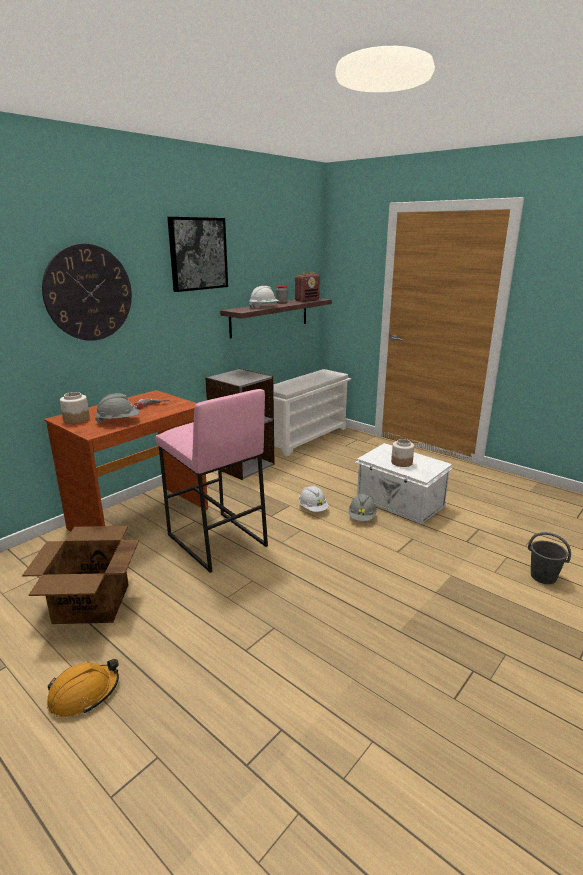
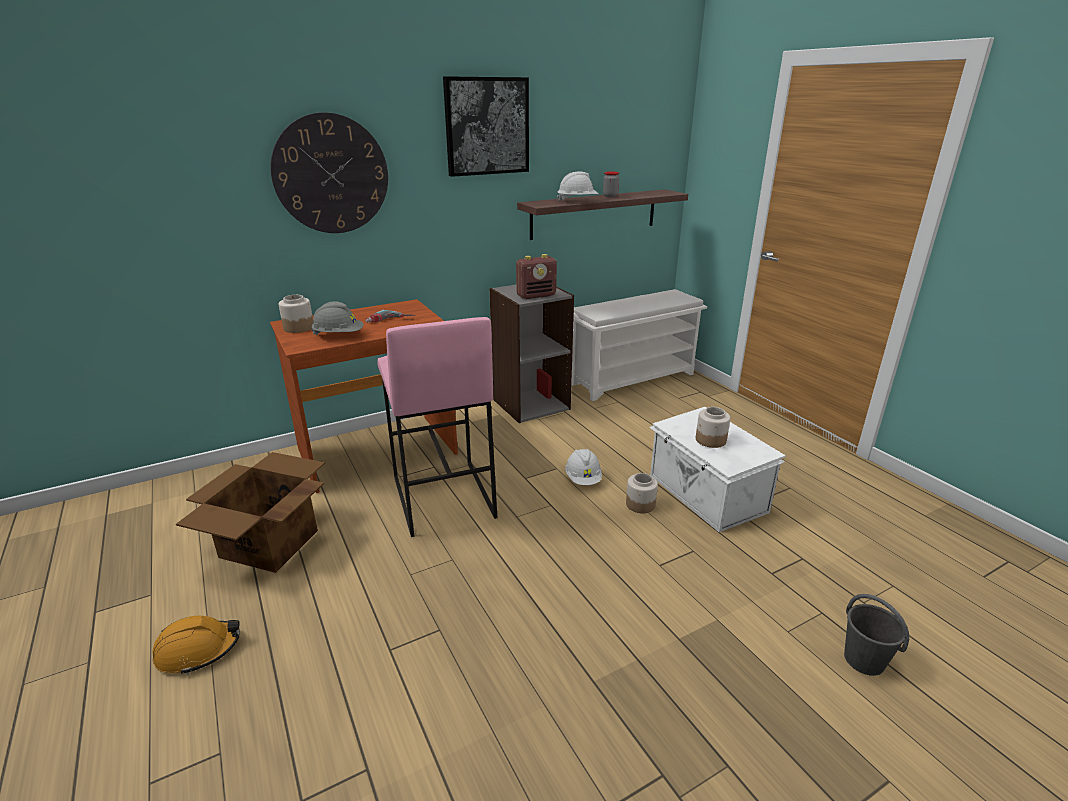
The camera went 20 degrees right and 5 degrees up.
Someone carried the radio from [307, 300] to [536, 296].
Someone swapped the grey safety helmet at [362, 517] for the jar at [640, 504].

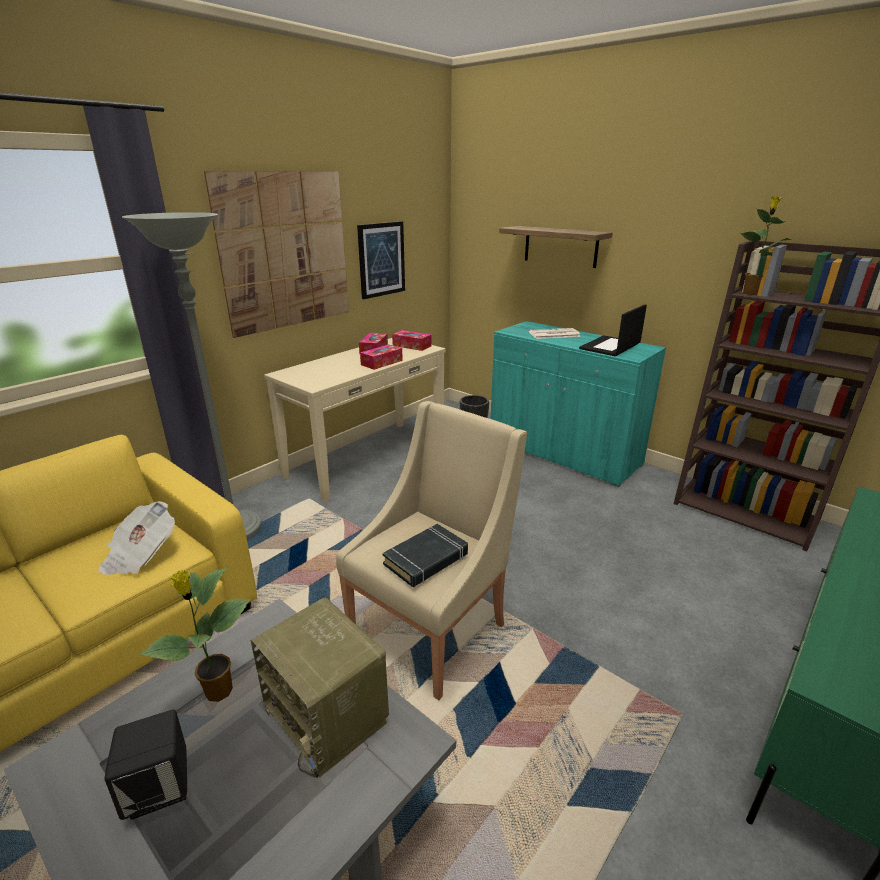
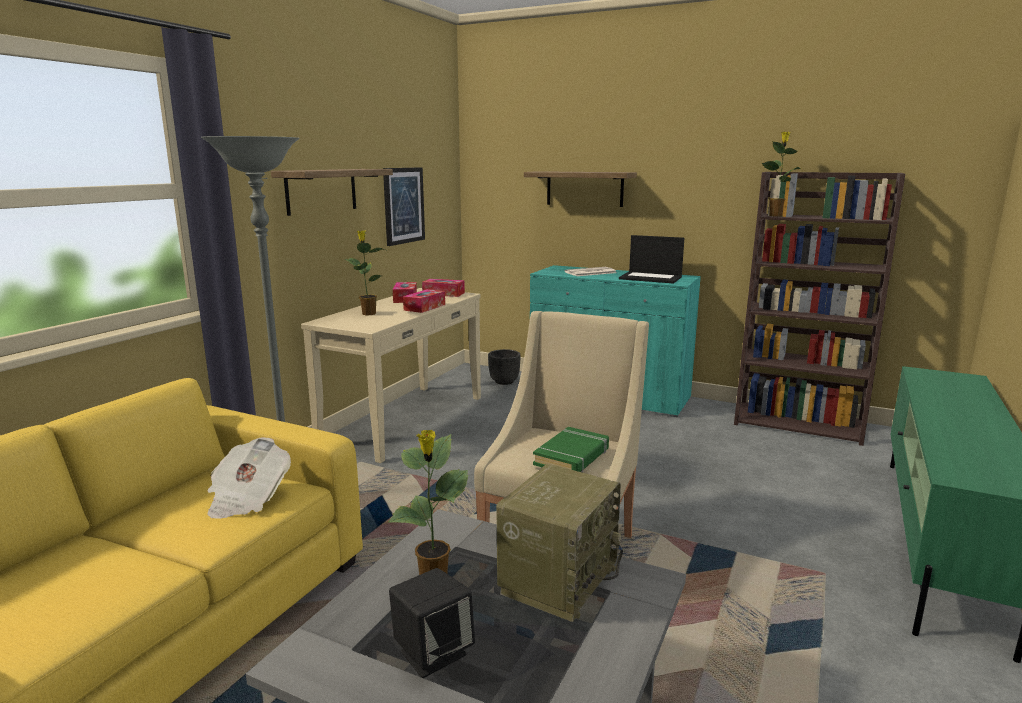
The camera went 15 degrees left and 10 degrees down.
Someone put down the plant in a pot at [368, 313].
Someone swapped the picture at [286, 251] for the bracket shelf at [321, 191].
Someone repainted the black volume at [426, 559], which became the green volume at [572, 457].
Someone rotated the radio at [328, 716] by 90 degrees counterclockwise.
Someone rotated the laptop at [610, 347] by 90 degrees counterclockwise.

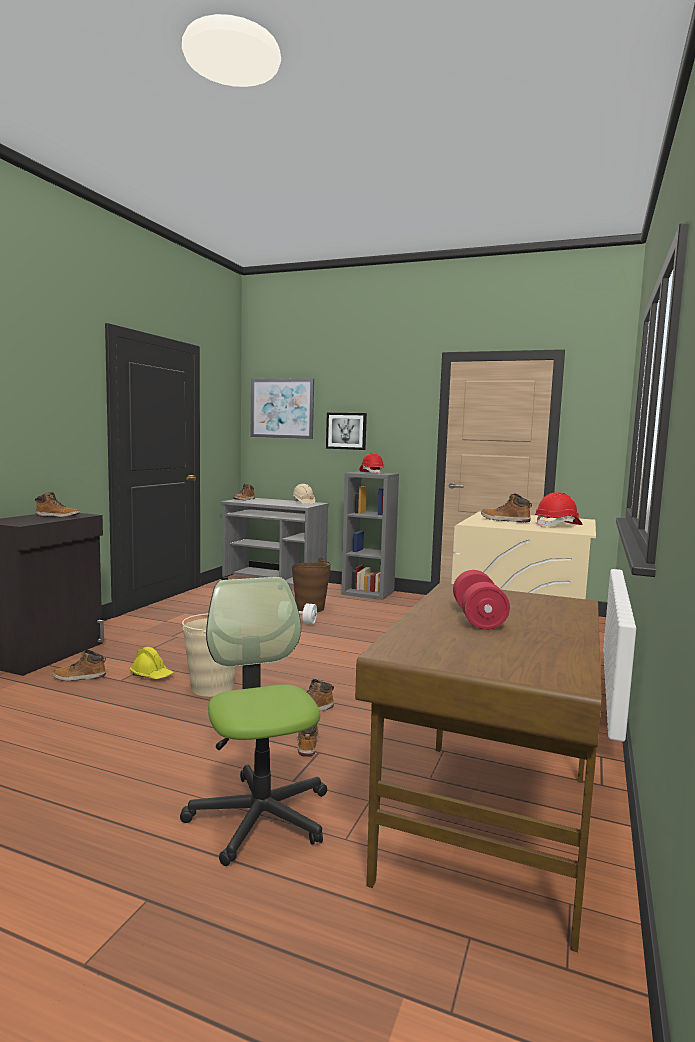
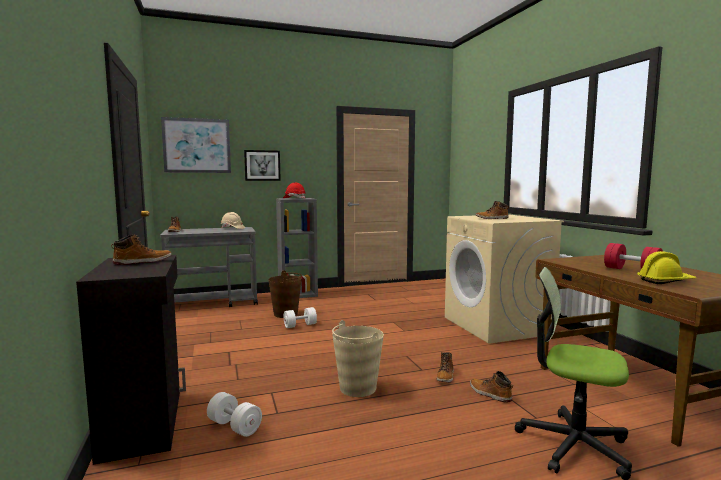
The camera went 40 degrees left and 0 degrees up.
Someone took away the red-coloured safety helmet at [558, 525].
Someone carried the yellow-coloured safety helmet from [152, 675] to [665, 281].
Someone swapped the boot at [79, 677] for the white dumbbell at [234, 426].

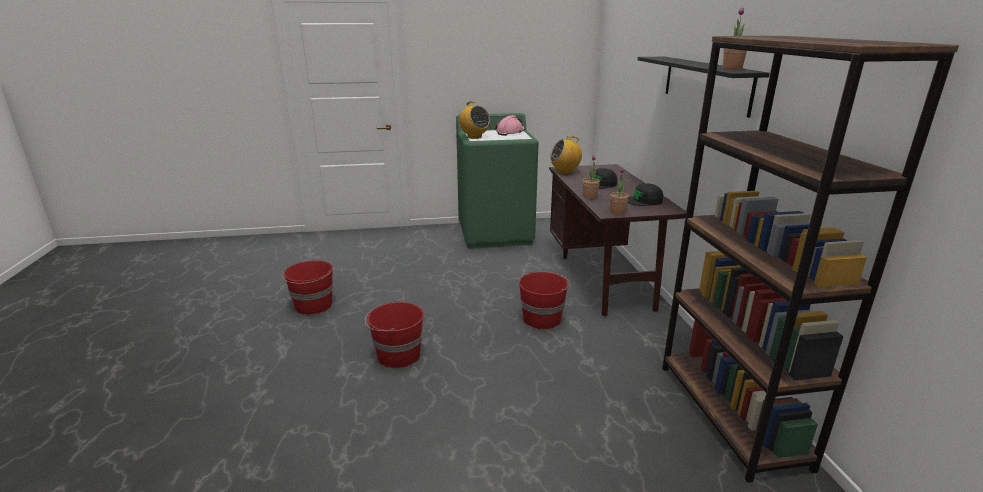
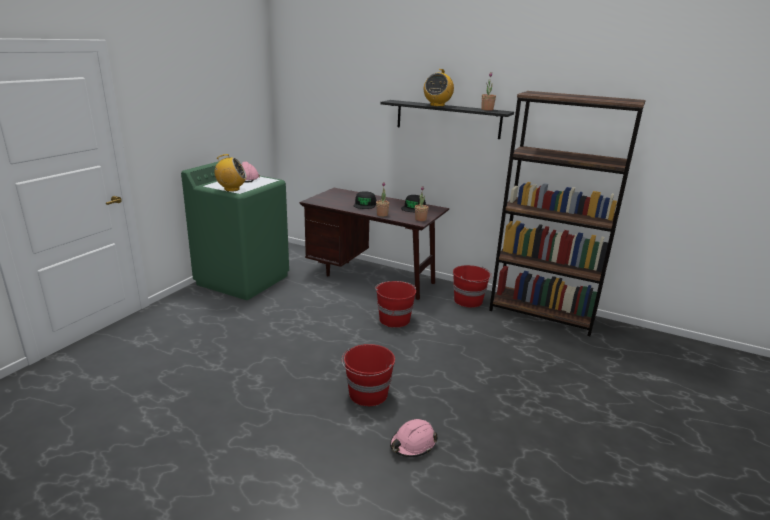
The camera went 55 degrees left and 0 degrees up.
Someone put down the pinkish safety helmet at [412, 444].
Someone carried the red-coloured water bucket from [313, 306] to [469, 301].
Someone carried the radio from [565, 172] to [437, 105].

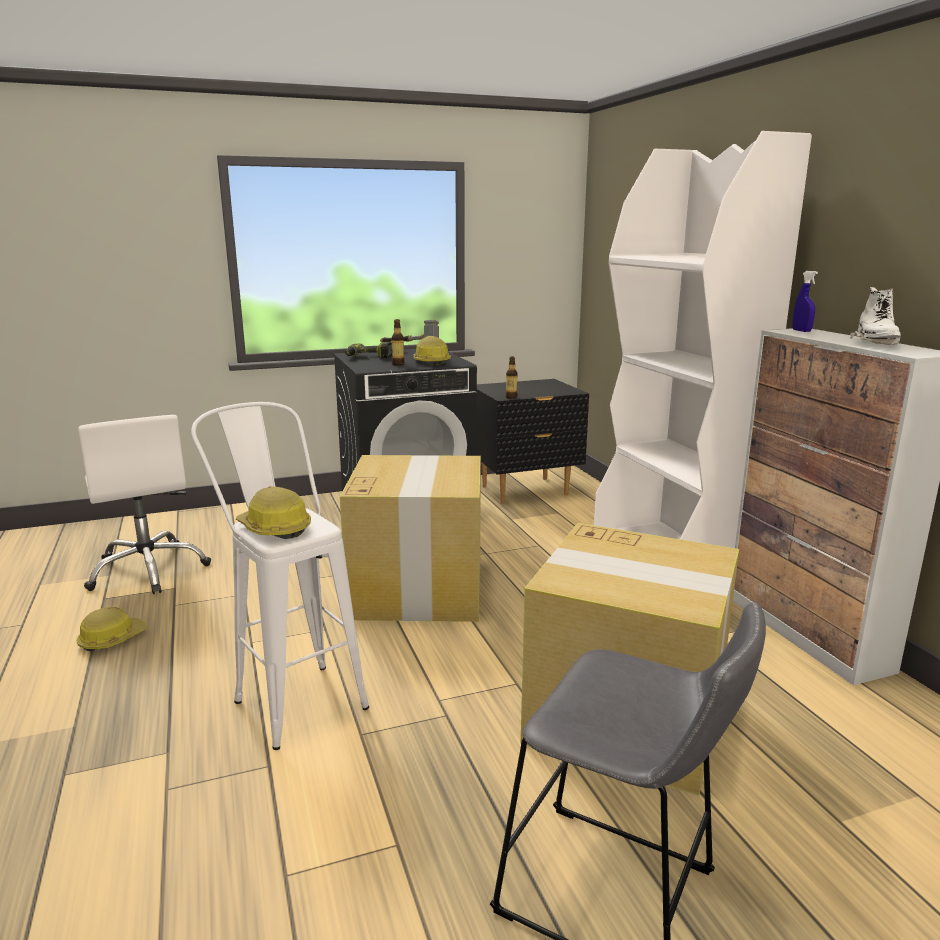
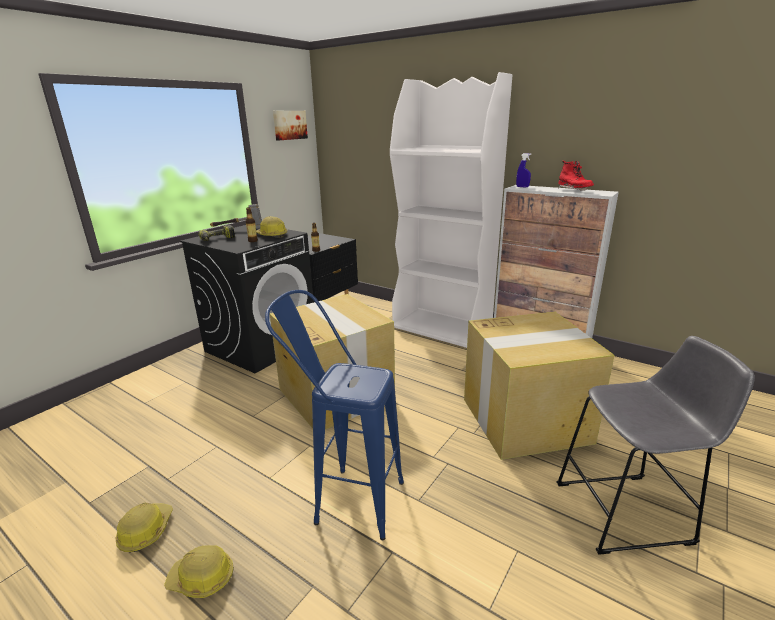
The camera went 35 degrees left and 5 degrees up.
Someone took away the white desk chair at [149, 570].
Someone put up the picture at [289, 125].
Someone carried the safety helmet from [274, 529] to [202, 578].
Someone repainted the white stool at [292, 695], which became the blue stool at [346, 499].
Someone repainted the white boot at [875, 344], which became the red-coloured boot at [574, 190].

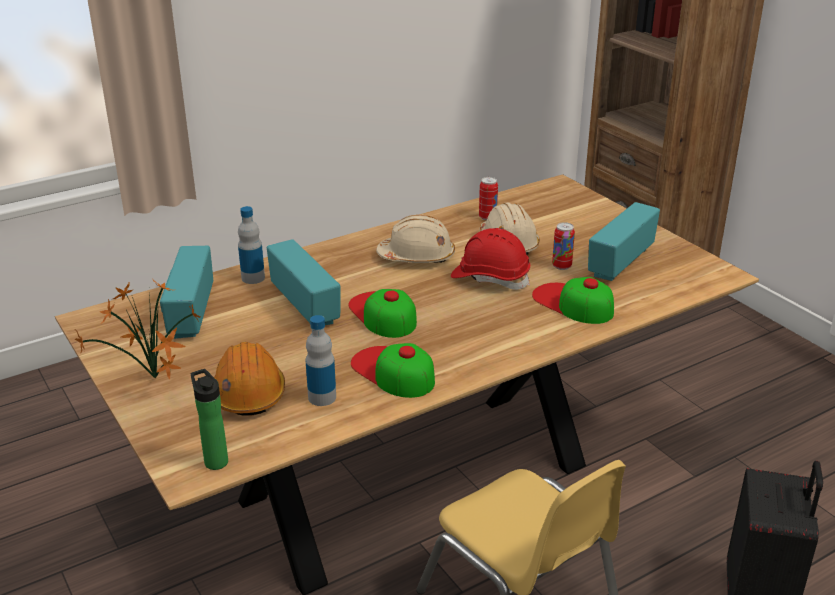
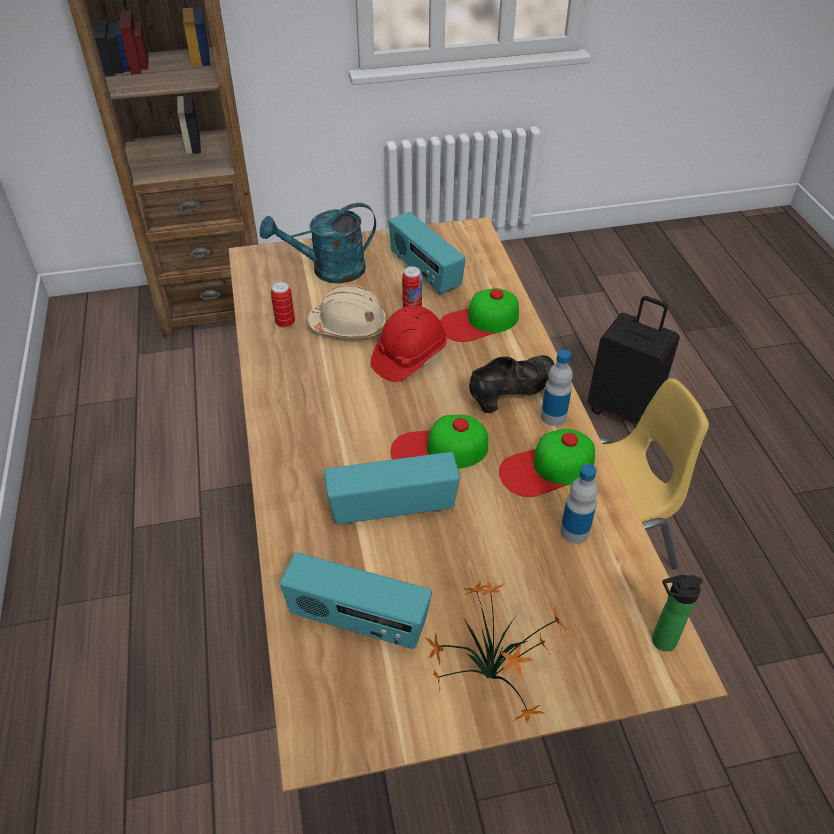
The camera went 70 degrees left and 15 degrees up.
Someone took away the orangey safety helmet at [249, 393].
Someone took away the beige-coloured safety helmet at [417, 257].
Someone put down the blue-green watering pot at [329, 270].
Someone put down the black shoe at [512, 394].
Someone carried the beverage bottle from [253, 278] to [553, 417].

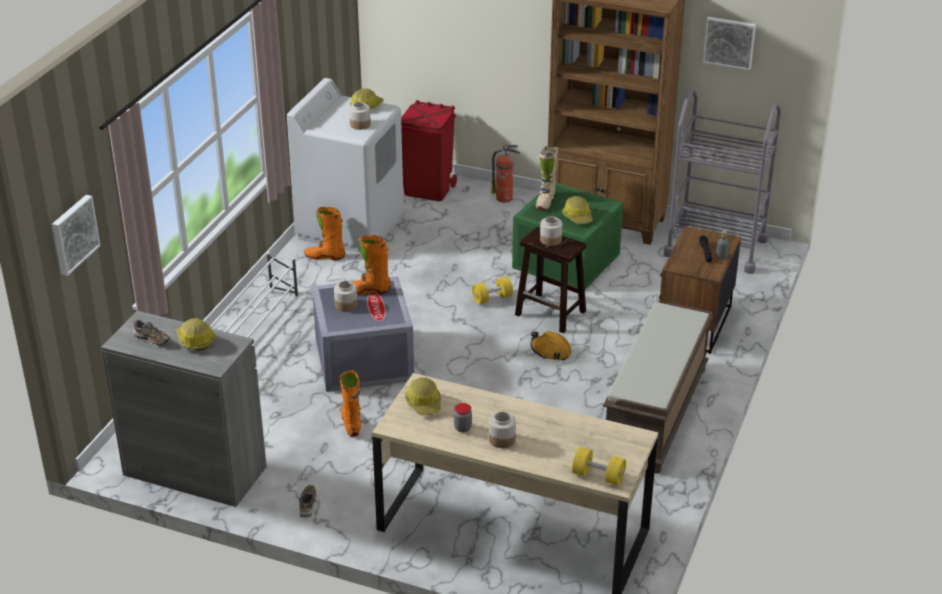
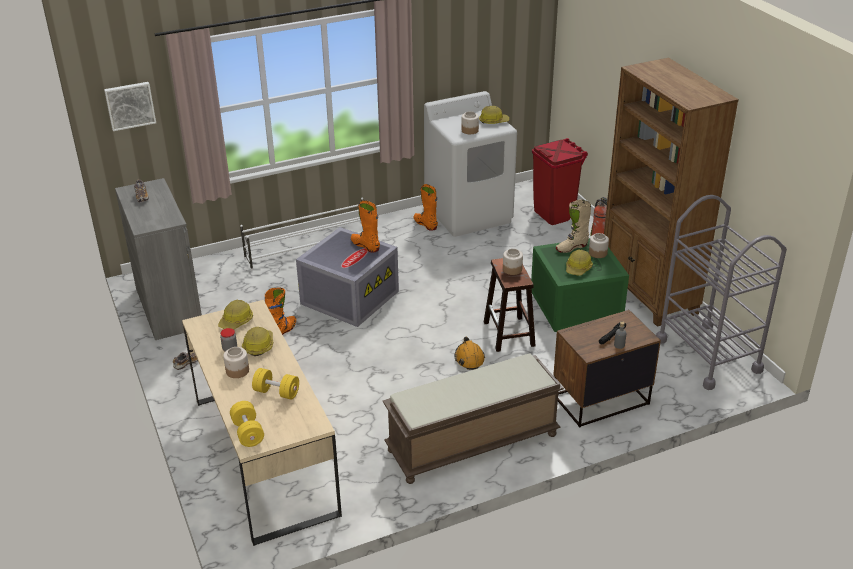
The camera went 45 degrees right and 0 degrees up.
Someone took away the picture at [729, 42].
Someone carried the safety helmet from [195, 340] to [258, 345].
Someone carried the jar from [346, 305] to [597, 253].
Someone carried the yellow-coloured dumbbell from [492, 298] to [276, 392].

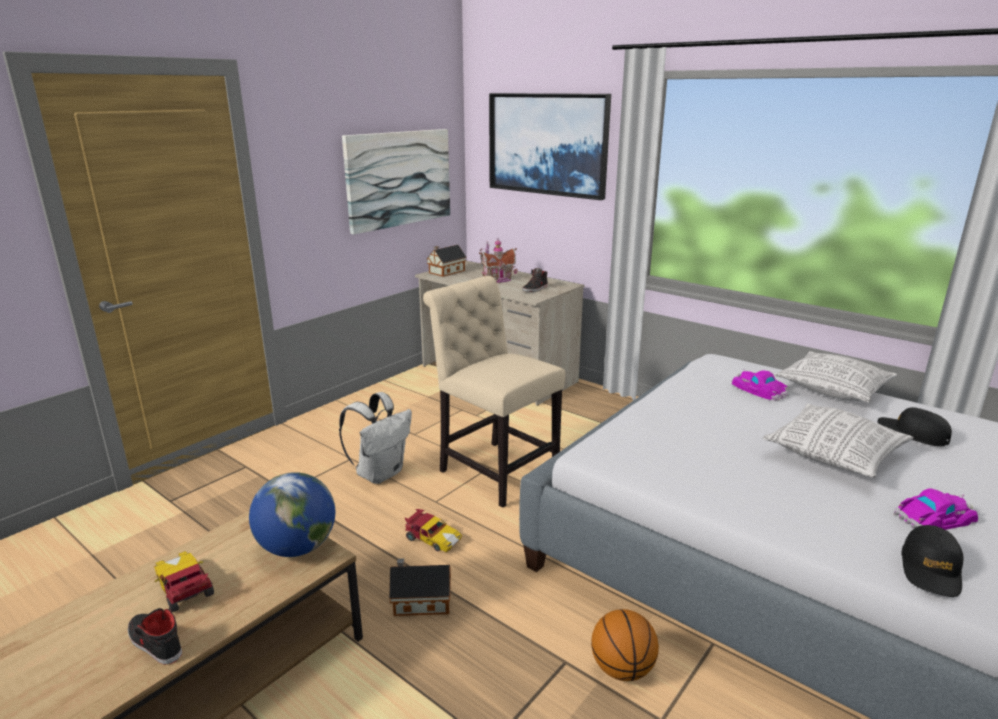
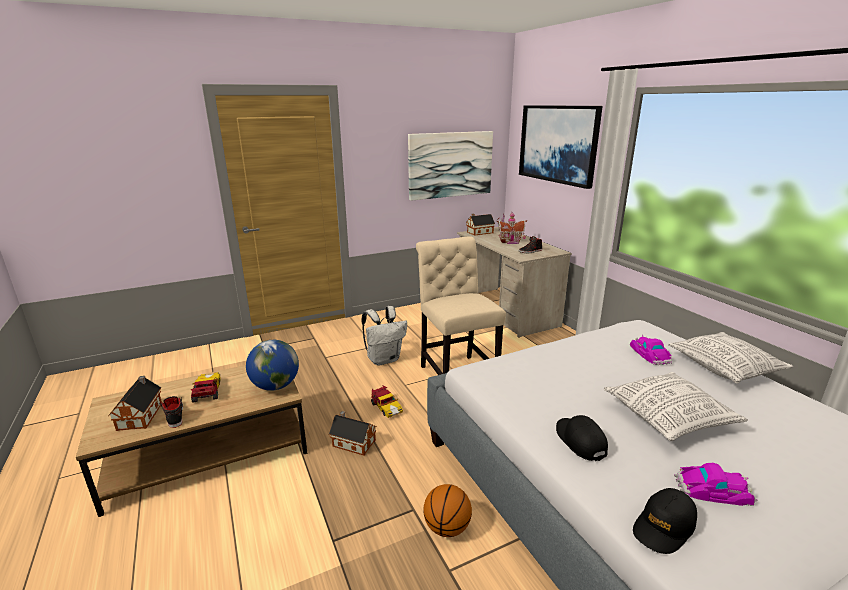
The camera went 25 degrees right and 0 degrees up.
Someone put down the model house at [141, 415].
Someone carried the black baseball cap from [912, 434] to [580, 441].

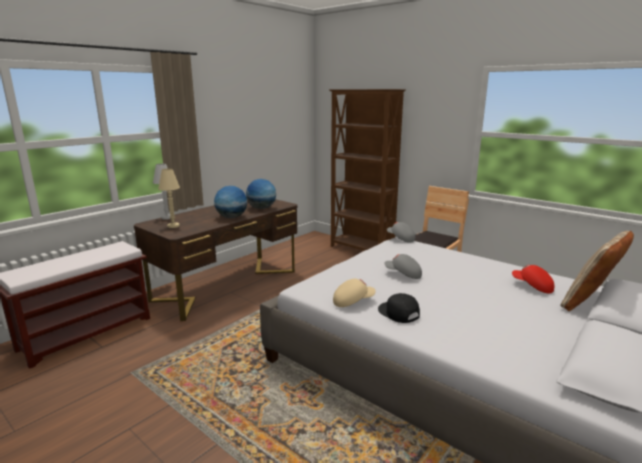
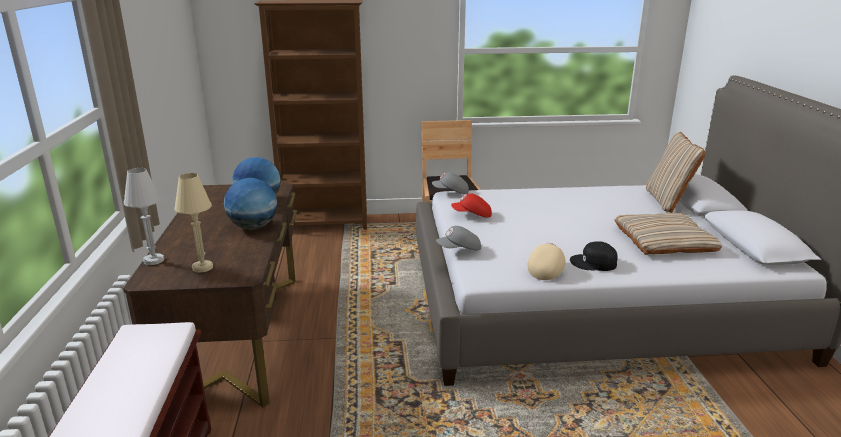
The camera went 45 degrees left and 5 degrees up.
Someone put down the beige-coloured pillow at [664, 240].
Someone carried the grey baseball cap from [403, 274] to [459, 250].
Someone carried the red-coloured baseball cap from [532, 286] to [472, 215].

